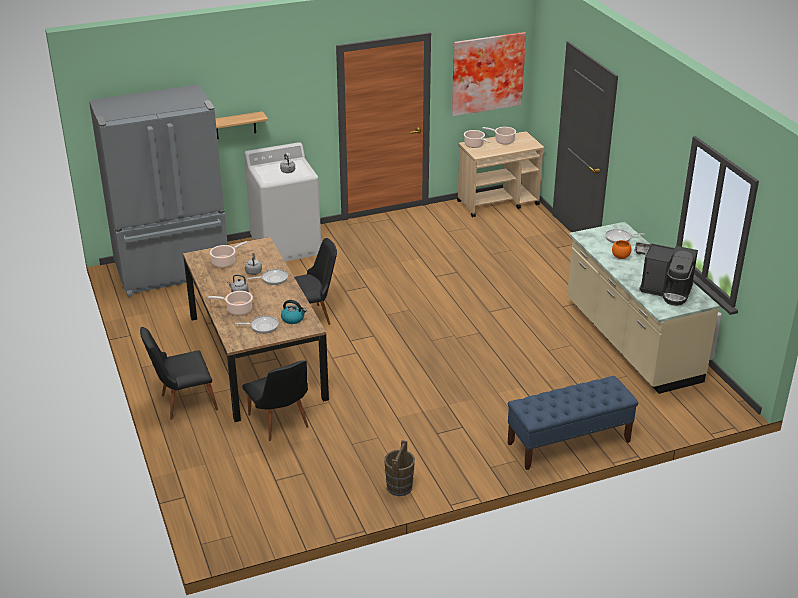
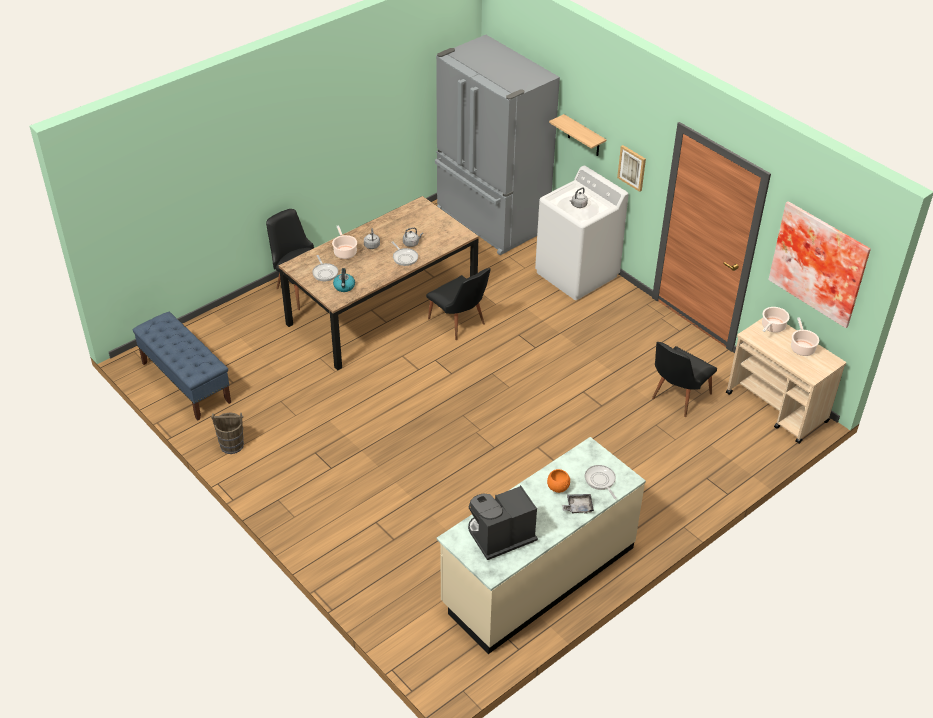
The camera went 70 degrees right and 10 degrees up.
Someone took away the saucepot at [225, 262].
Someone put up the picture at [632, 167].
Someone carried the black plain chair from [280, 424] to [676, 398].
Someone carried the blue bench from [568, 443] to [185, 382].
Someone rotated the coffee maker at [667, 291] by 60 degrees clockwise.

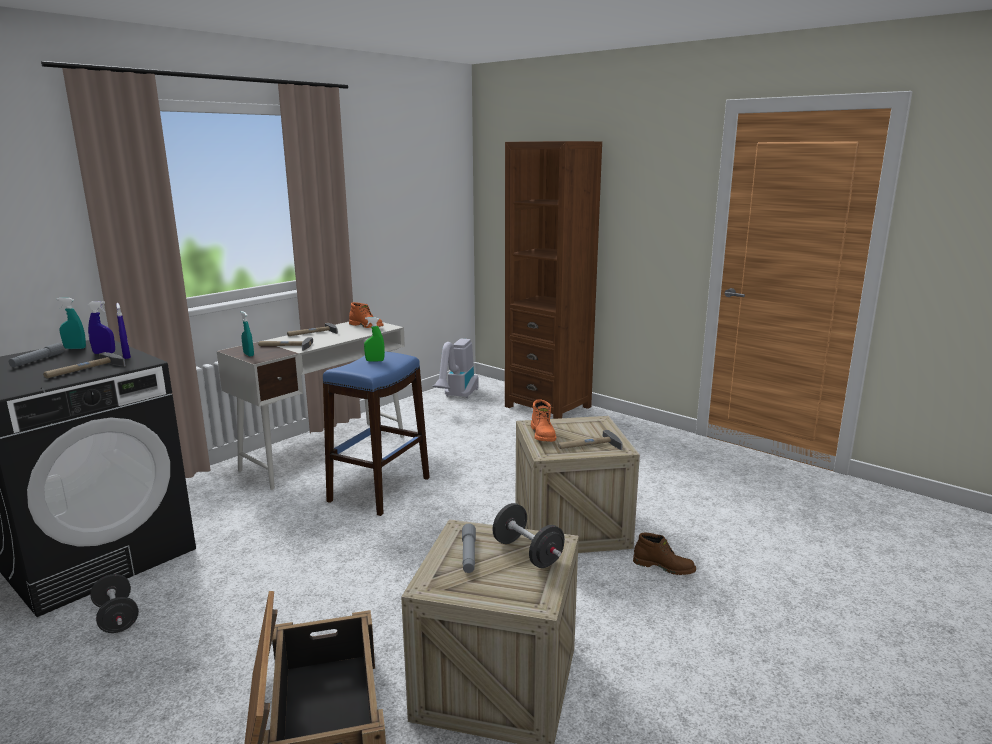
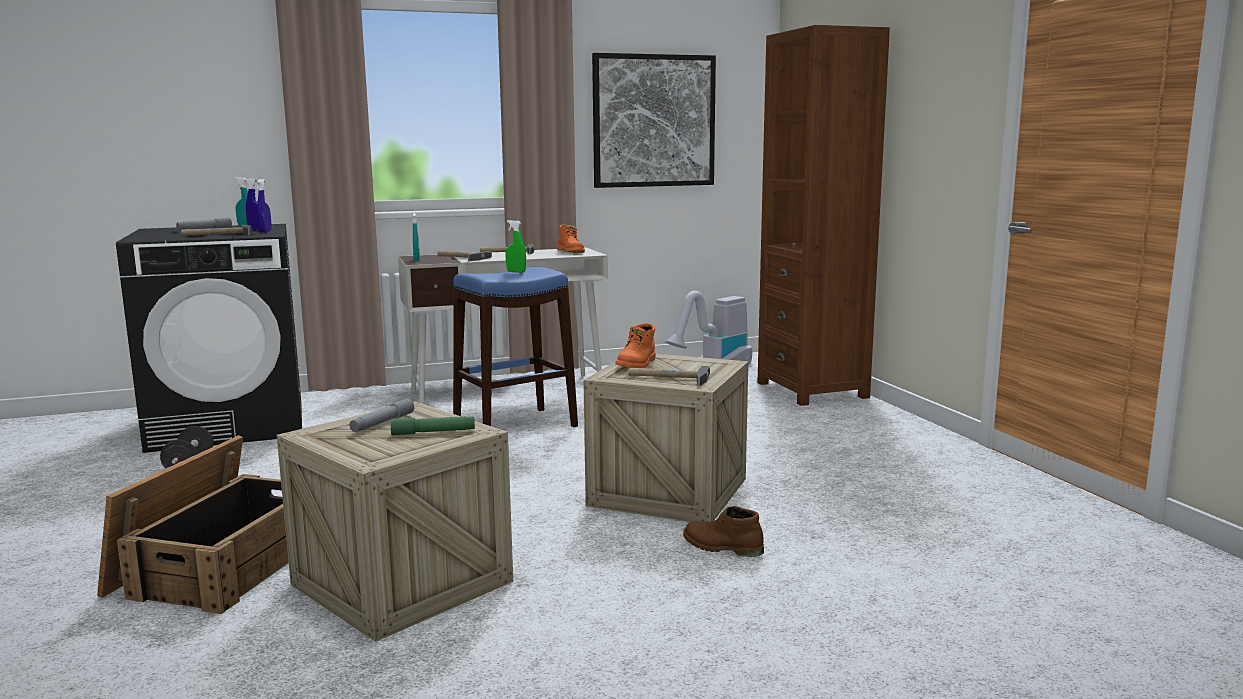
The camera went 30 degrees right and 5 degrees down.
Someone put up the picture at [654, 121].
Someone swapped the black dumbbell at [527, 553] for the green flashlight at [433, 432].
Someone rotated the brown boot at [664, 567] by 150 degrees clockwise.

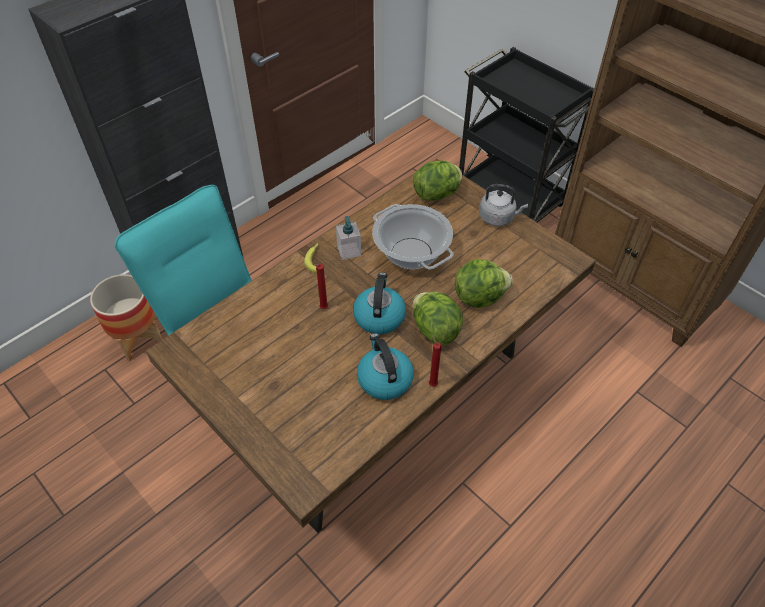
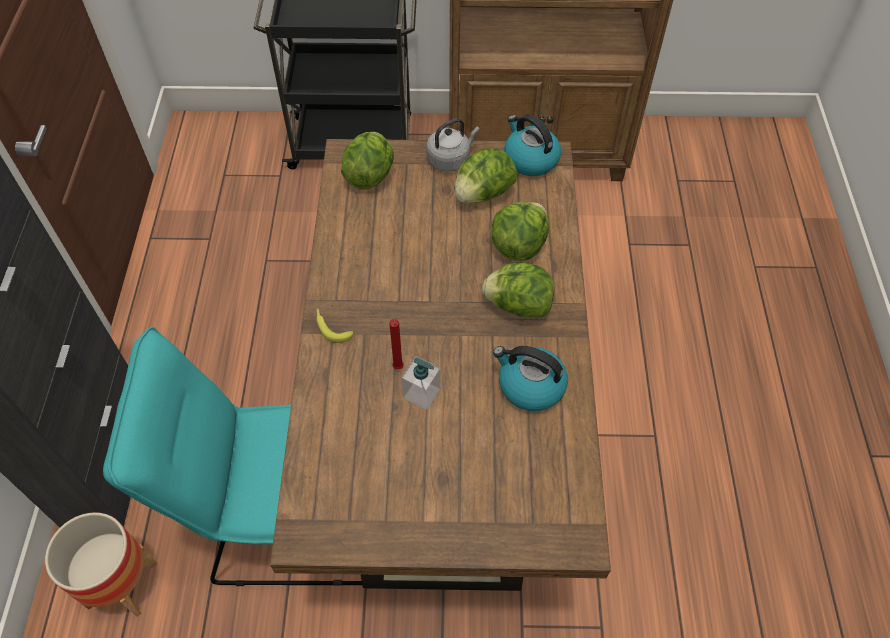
The camera went 45 degrees left and 5 degrees up.
Someone took away the saucepot at [412, 254].
Someone took away the red-coloured wax candle at [432, 383].
Someone put down the lettuce at [483, 194].
Someone carried the liquid soap bottle from [349, 251] to [422, 393].
Someone carried the kettle from [379, 316] to [530, 159].

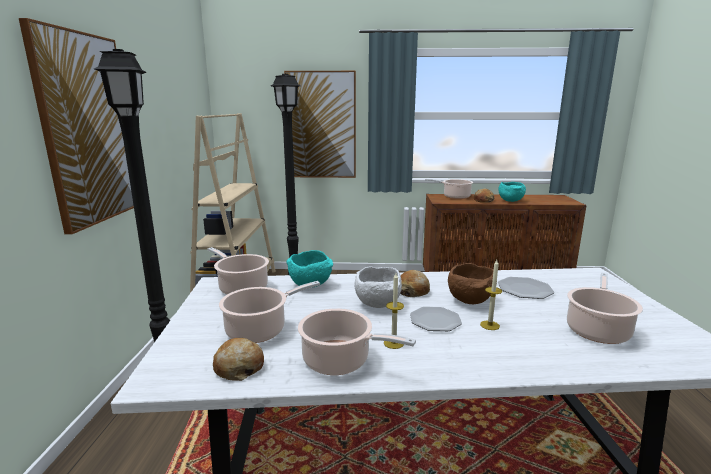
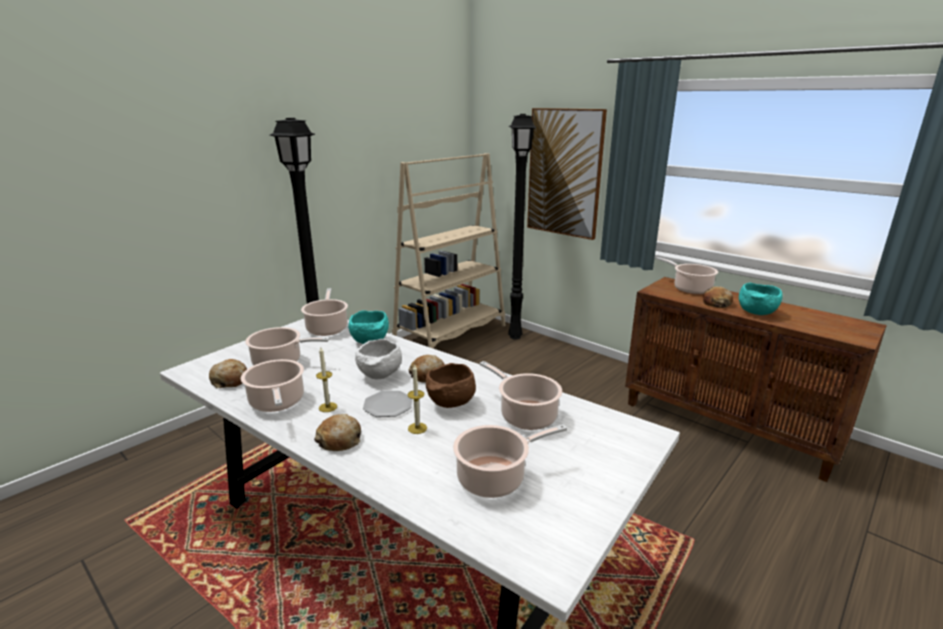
The camera went 40 degrees right and 5 degrees up.
Someone took away the picture at [87, 130].
Someone put down the bakery bread at [339, 440].
Someone swapped the plate at [524, 289] for the saucepot at [525, 415].

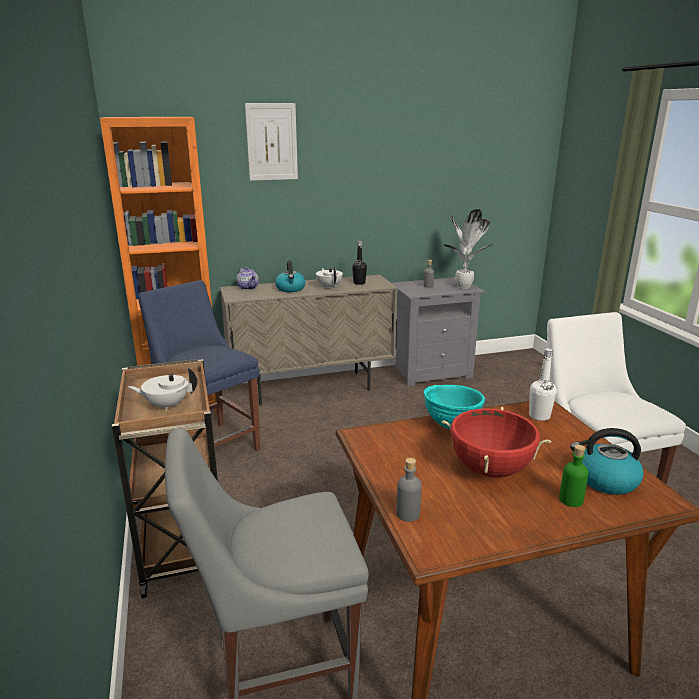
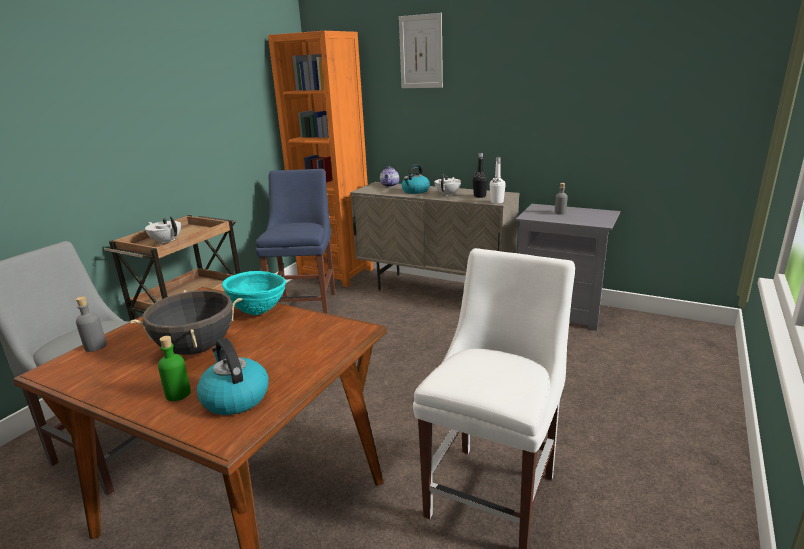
The camera went 45 degrees right and 0 degrees up.
Someone took away the plant in a pot at [464, 287].
Someone carried the white beverage bottle from [539, 416] to [497, 202].
Someone repainted the red-coloured saucepot at [490, 470], which became the black saucepot at [196, 348].

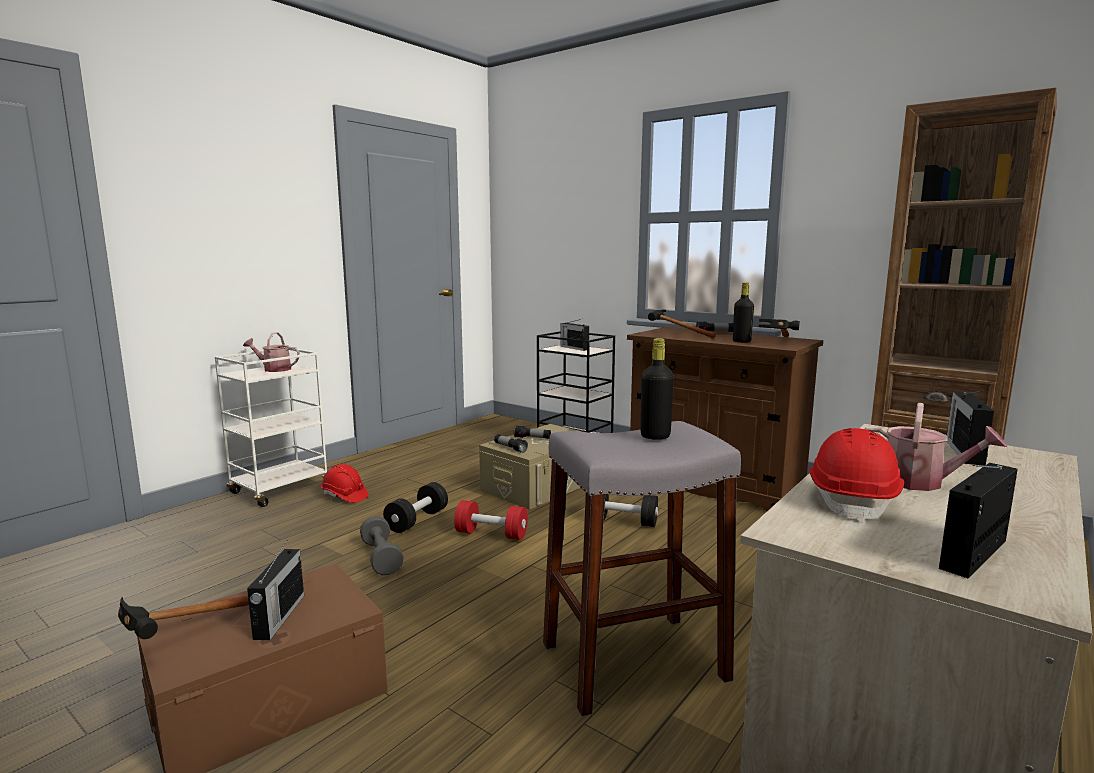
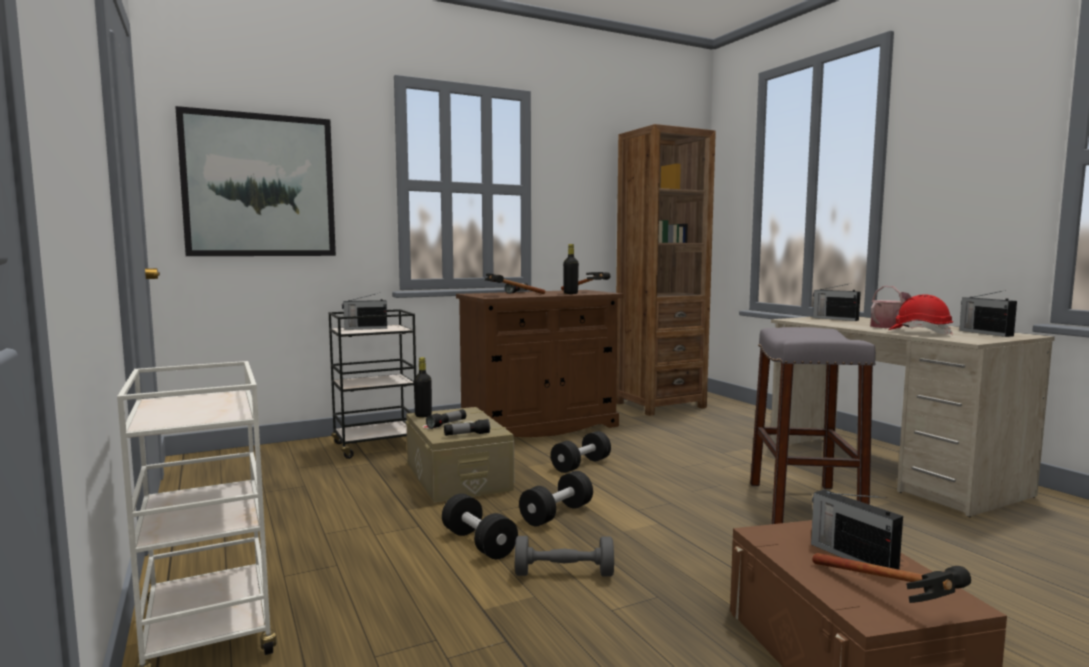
The camera went 65 degrees left and 5 degrees down.
Someone took away the watering pot at [274, 369].
Someone took away the red-coloured safety helmet at [344, 496].
Someone put up the picture at [260, 186].
Someone carried the black beverage bottle from [655, 436] to [423, 415].
Someone repainted the red-coloured dumbbell at [491, 534], which became the black dumbbell at [556, 514].
Someone rotated the radio at [278, 617] by 150 degrees counterclockwise.

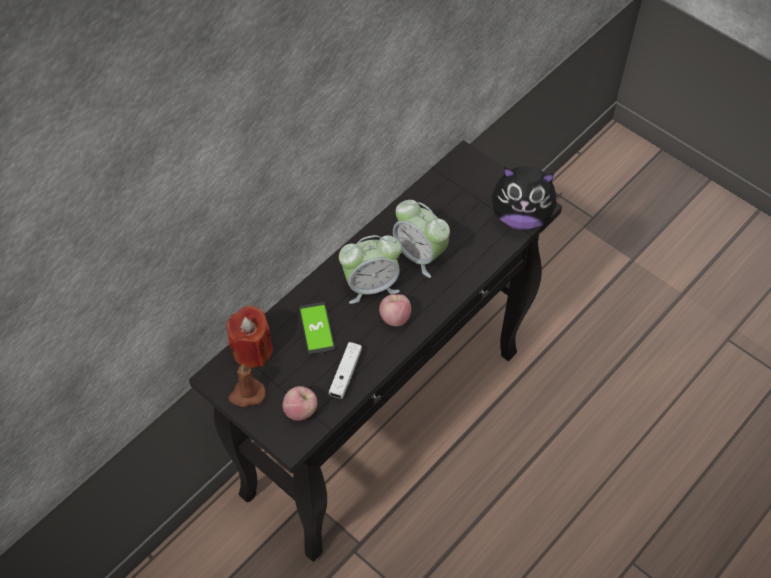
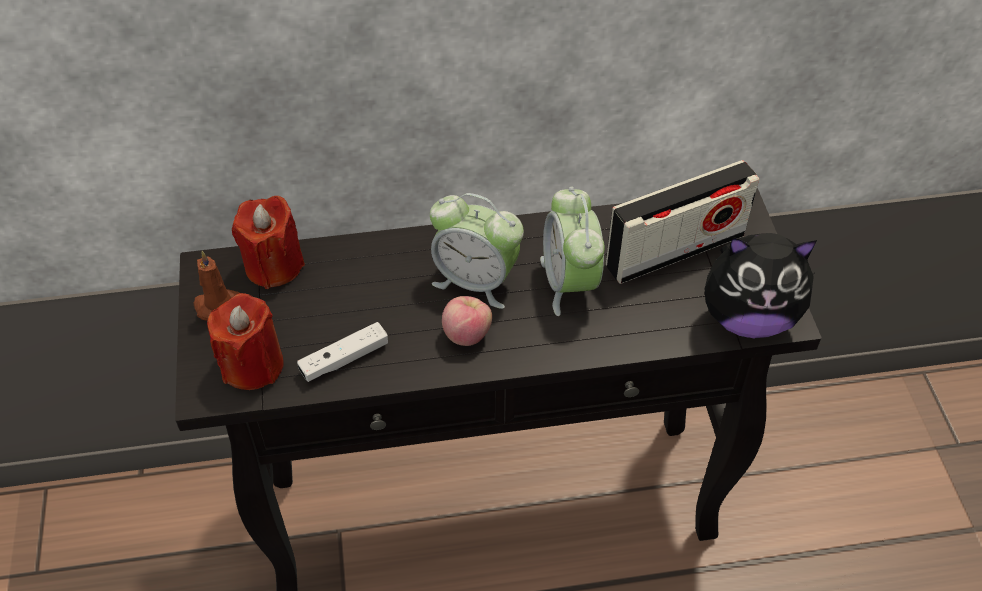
The camera went 40 degrees right and 5 degrees down.
Someone took away the telephone at [316, 329].
Someone put down the radio at [675, 250].
Someone swapped the apple fruit at [301, 411] for the red-coloured wax candle at [252, 365].
Someone rotated the plush toy at [521, 217] by 45 degrees counterclockwise.

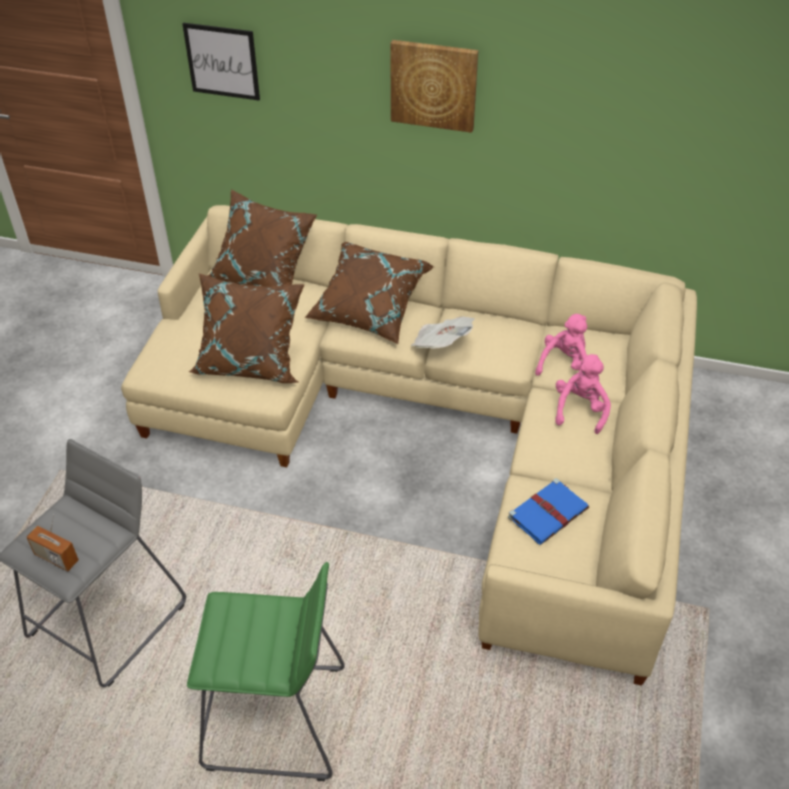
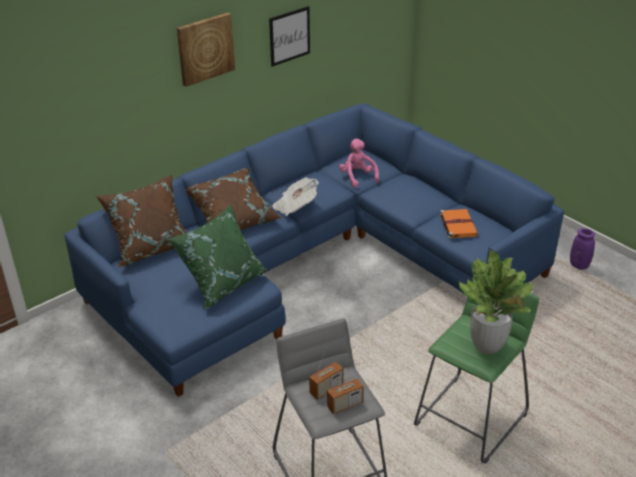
The camera went 55 degrees left and 10 degrees down.
Someone took away the pinkish plush toy at [580, 410].
Someone put down the radio at [326, 389].
Someone put down the plant in a pot at [488, 345].
Someone put down the purple-coloured flower vase at [579, 265].
Someone carried the picture from [222, 61] to [289, 36].
Someone repainted the beige-coloured sofa at [436, 423], which became the blue sofa at [310, 263].
Someone repainted the brown pillow at [251, 362], which became the green pillow at [222, 283].
Someone repainted the blue volume at [549, 512], which became the orangey volume at [457, 225].

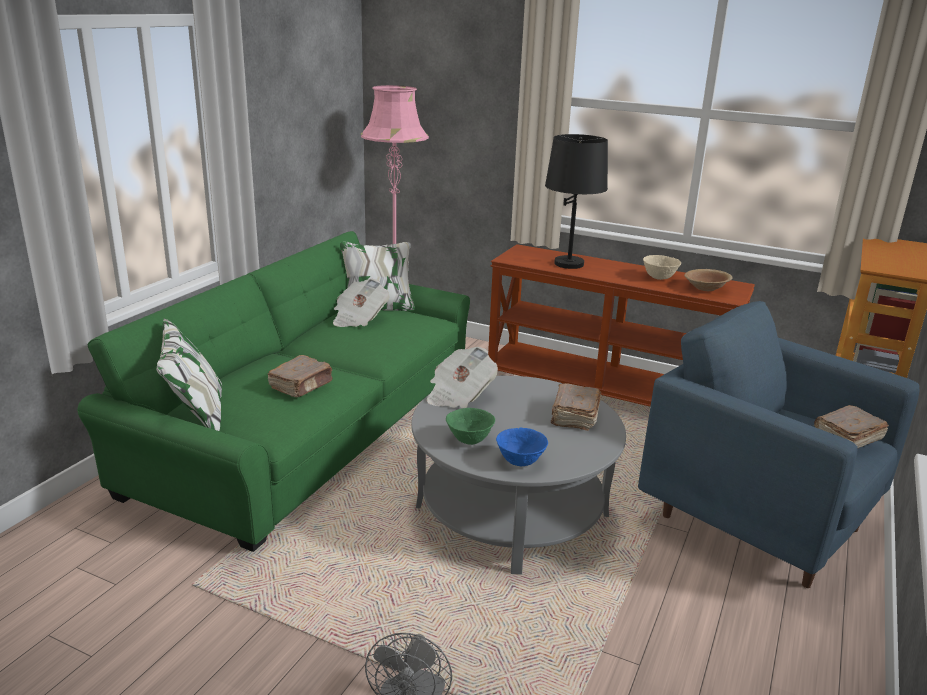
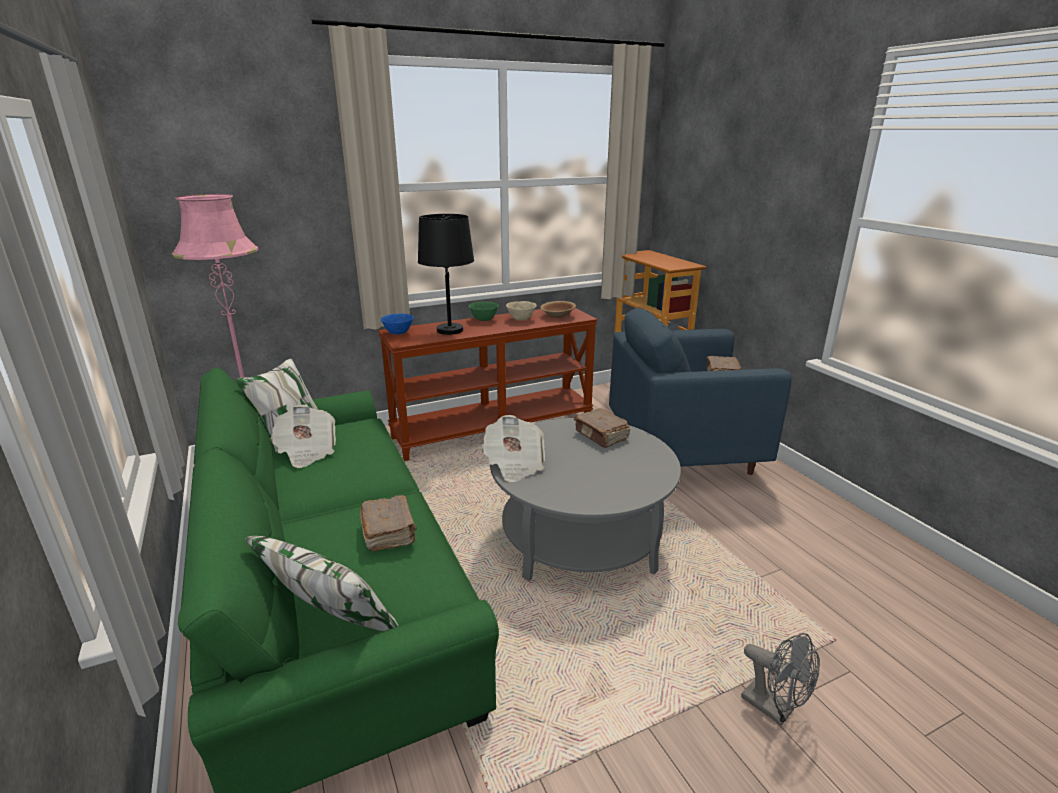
The camera went 50 degrees left and 0 degrees up.
Someone carried the green deep dish from [469, 440] to [483, 320].
Someone carried the blue deep dish from [520, 462] to [398, 333].

